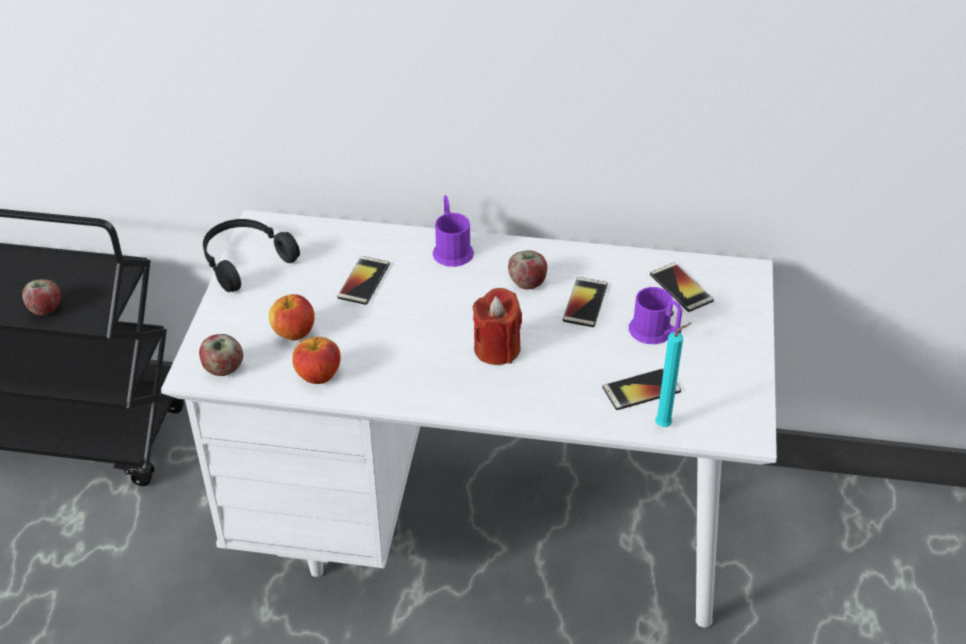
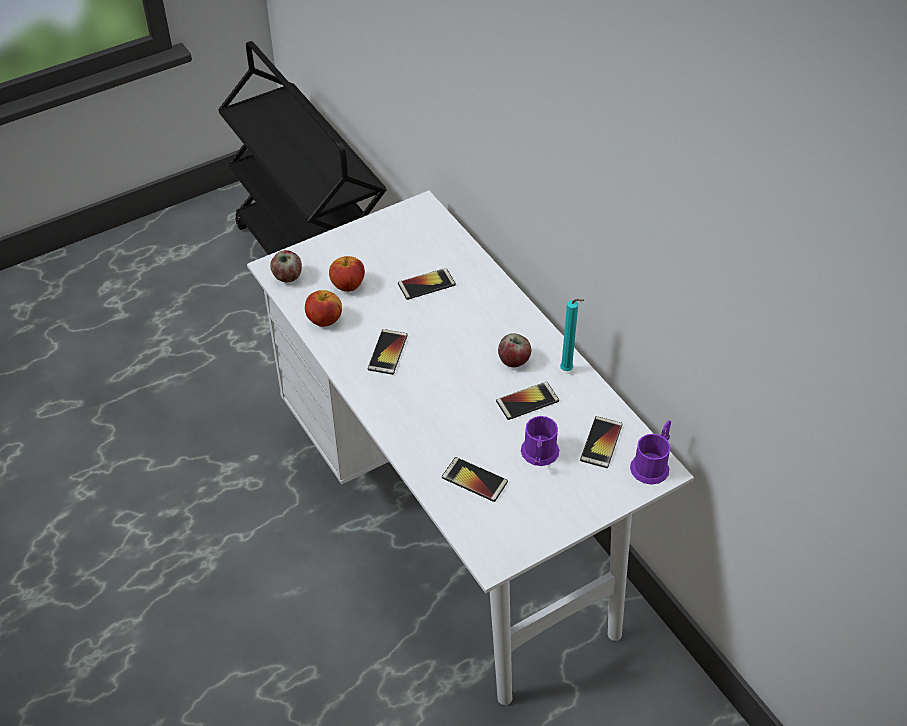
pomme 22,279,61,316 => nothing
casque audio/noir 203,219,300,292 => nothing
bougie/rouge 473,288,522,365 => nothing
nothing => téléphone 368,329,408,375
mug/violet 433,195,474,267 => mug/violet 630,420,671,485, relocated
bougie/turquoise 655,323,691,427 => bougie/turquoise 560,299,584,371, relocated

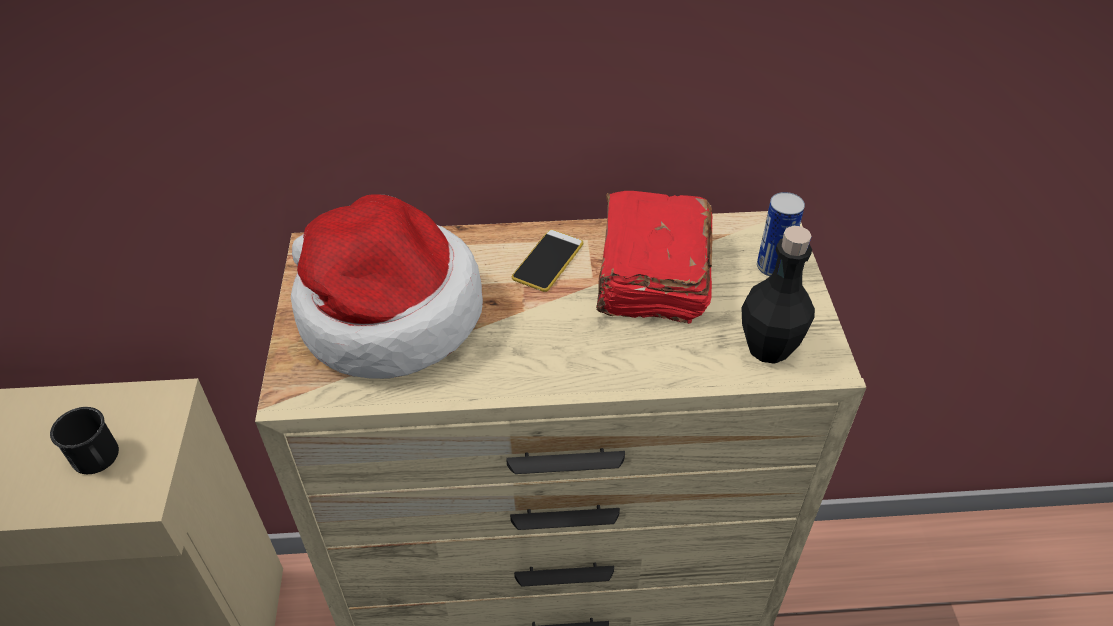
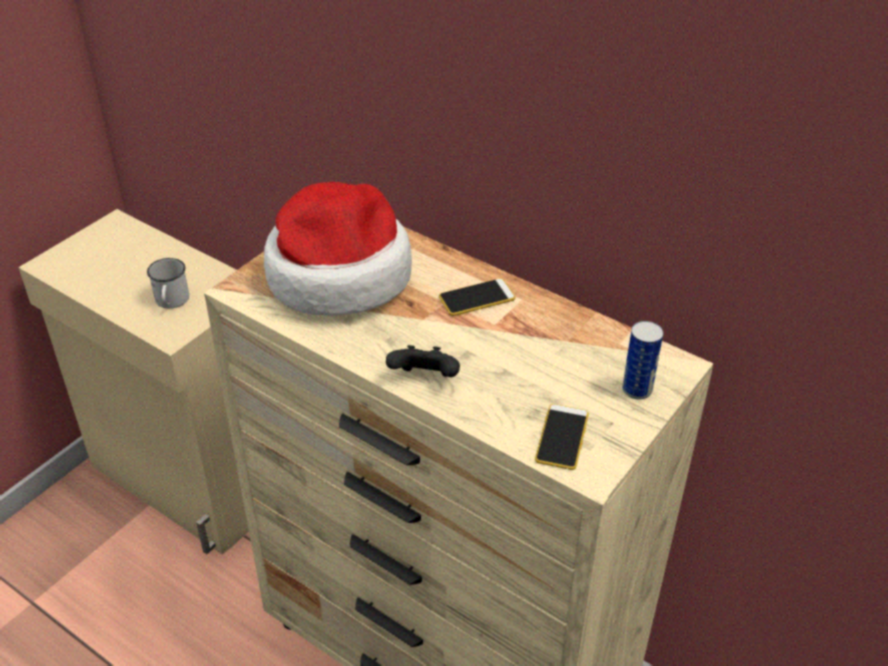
livre/rouge 596,191,713,324 => nothing
nothing => manette/noir 386,345,460,377
bouteille/noir 741,226,815,364 => téléphone 535,404,589,470
mug/noir 50,407,119,474 => mug/blanc 147,258,189,309

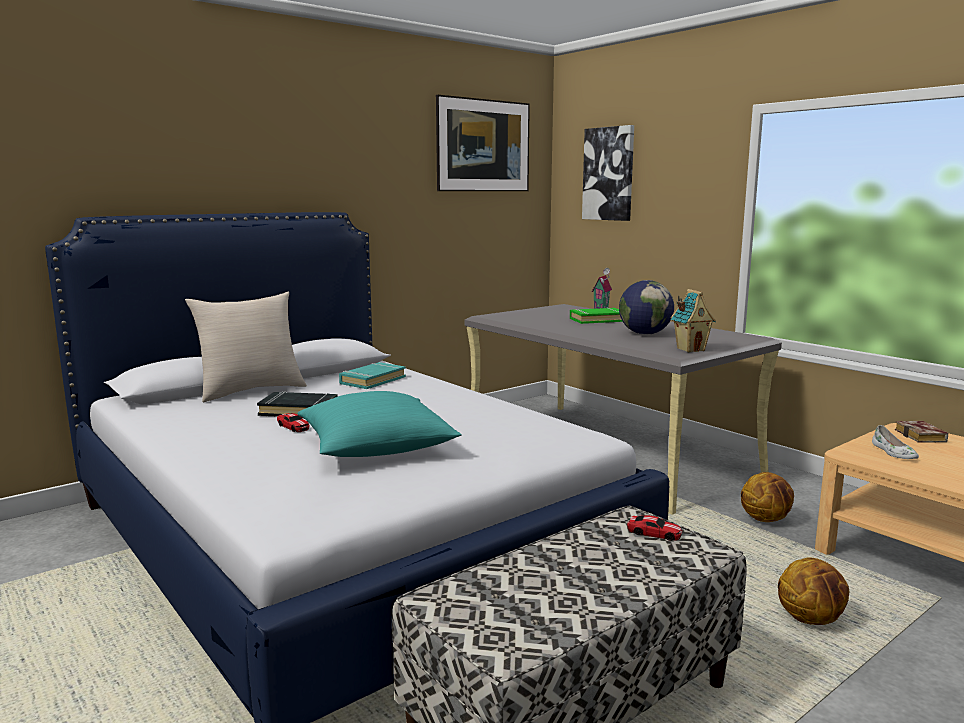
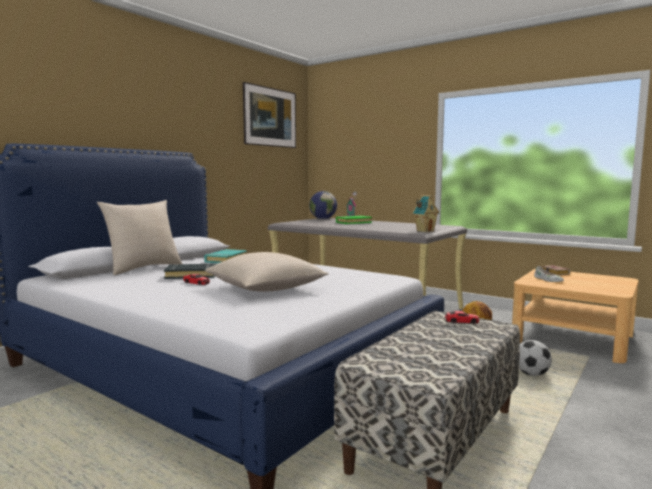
tableau 582,125,634,221 => nothing
globe 619,280,674,335 => globe 309,191,337,219, relocated
ballon de basket 778,557,849,625 => ballon de foot 519,340,552,376
coussin/turquoise 297,391,462,457 => coussin/beige 205,252,329,292

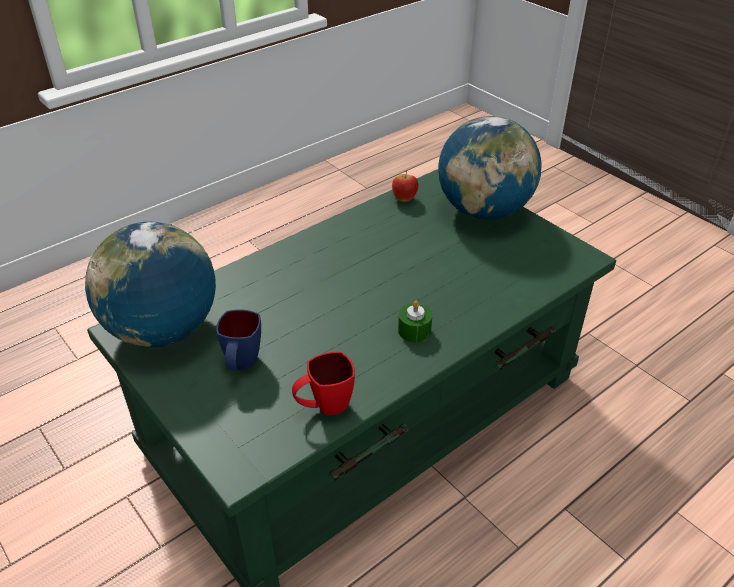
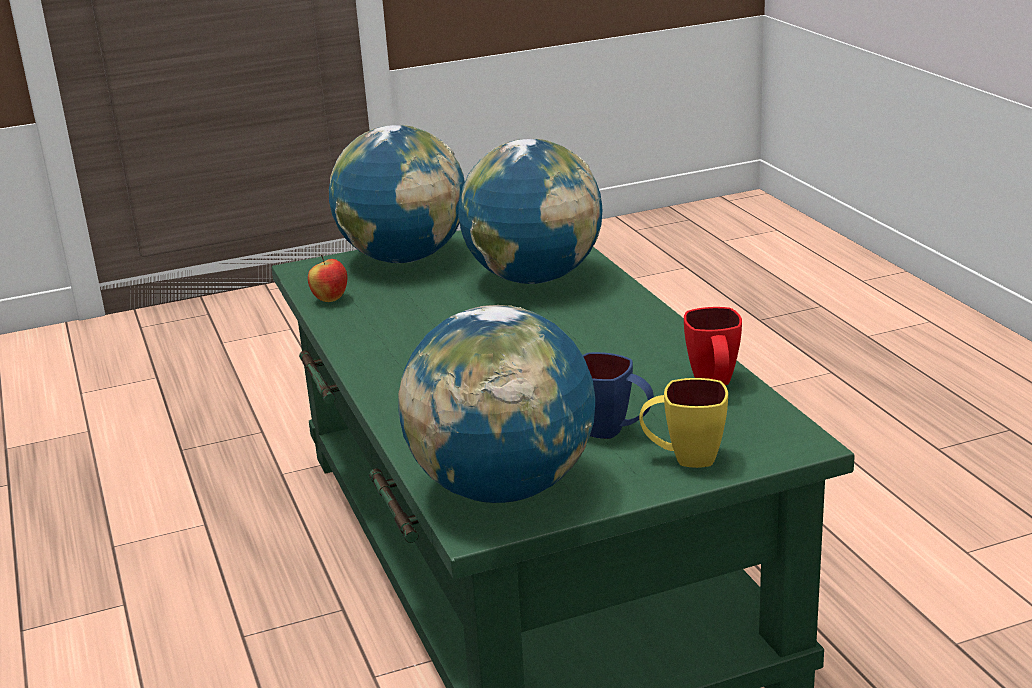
bougie/vert 398,301,432,342 => nothing
nothing => globe 458,139,602,284
nothing => mug/jaune 639,378,728,468

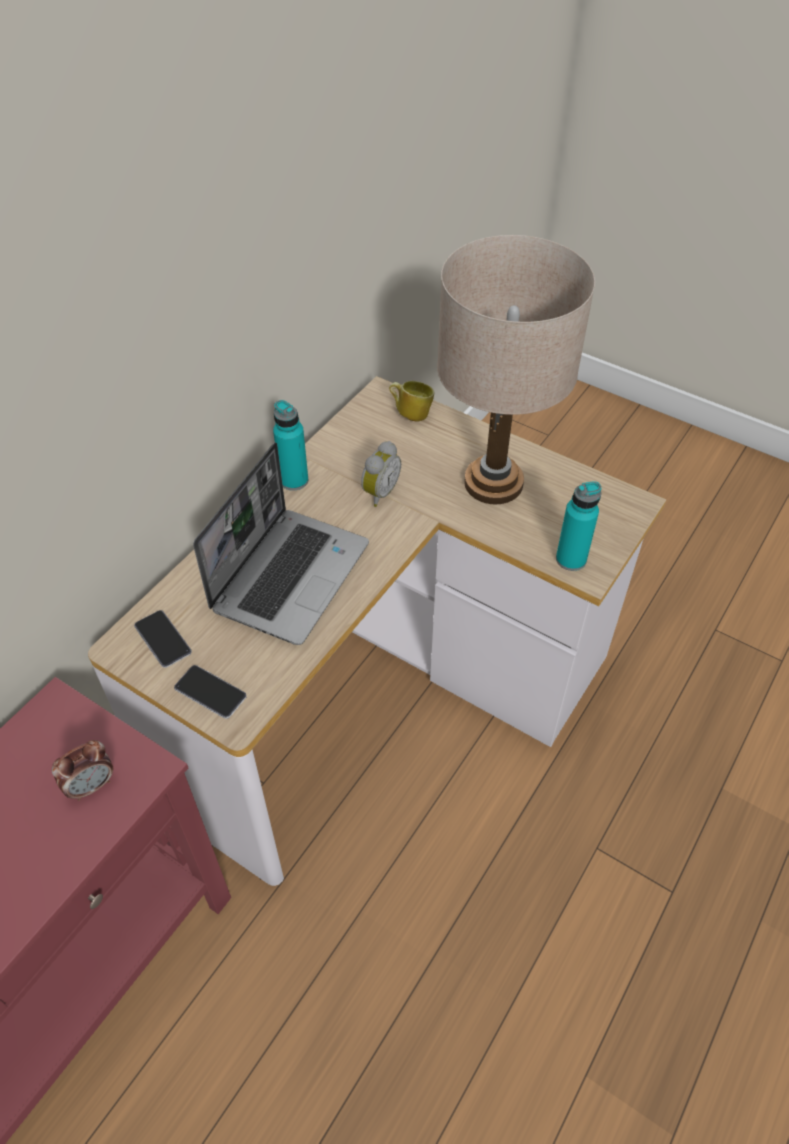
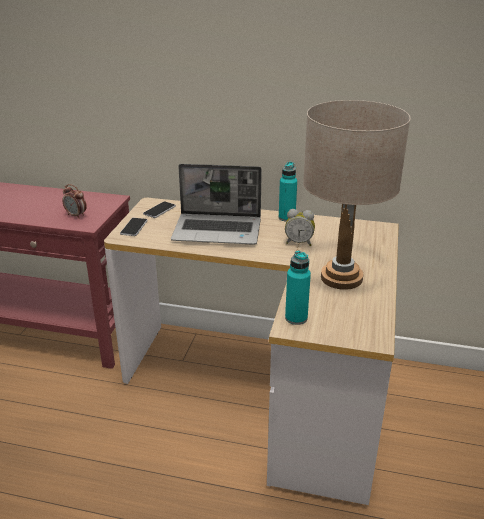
mug 389,381,435,421 => nothing

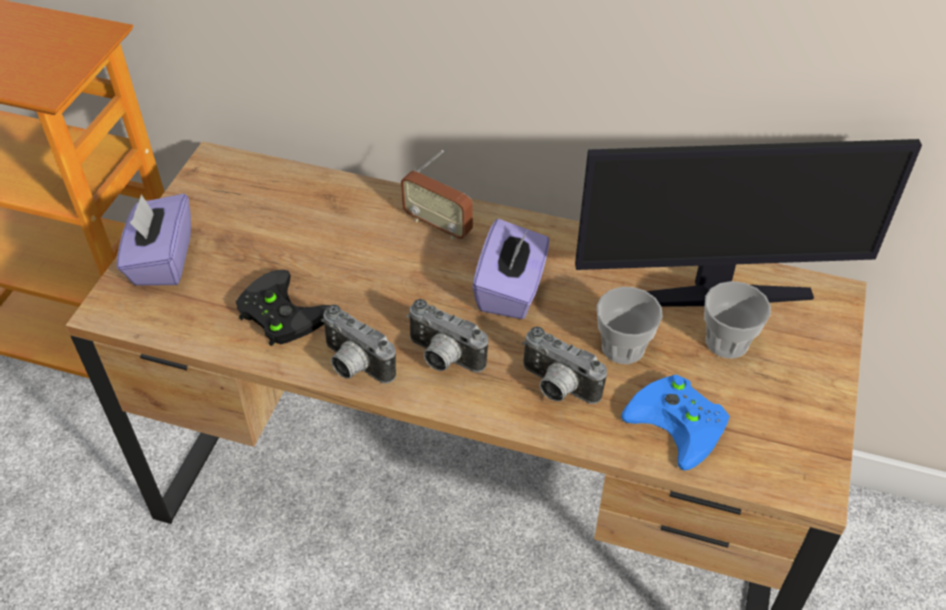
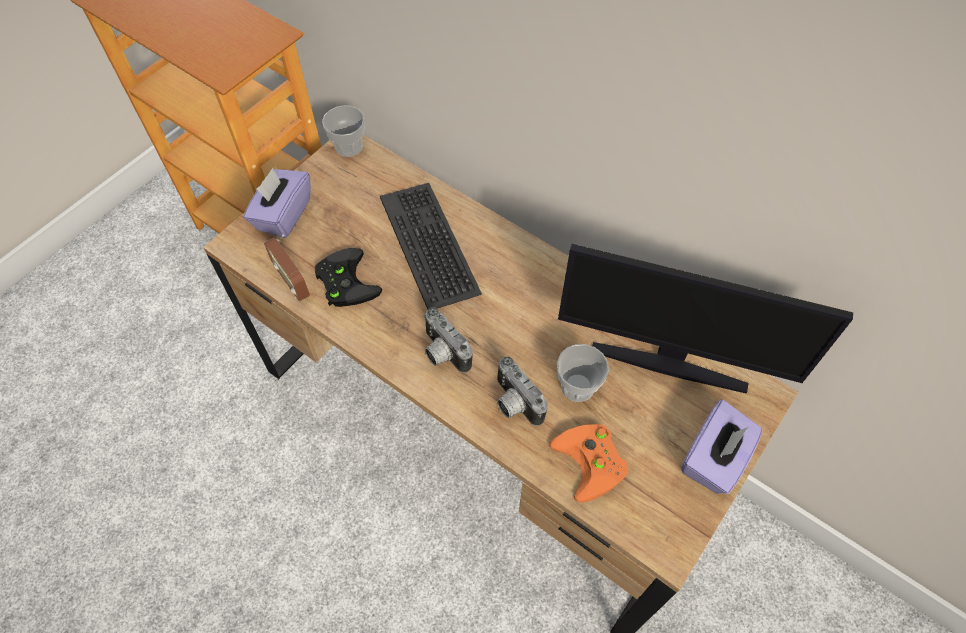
appareil photo 321,304,396,384 => nothing
nothing => clavier 380,183,482,309
radio 401,150,473,240 => radio 264,235,310,302, relocated
boîte à mouchoirs/violet 472,219,549,319 => boîte à mouchoirs/violet 682,400,762,494, relocated
tasse 704,281,771,359 => tasse 322,105,365,157, relocated
manette/bleu 621,375,730,470 => manette/orange 549,424,629,503

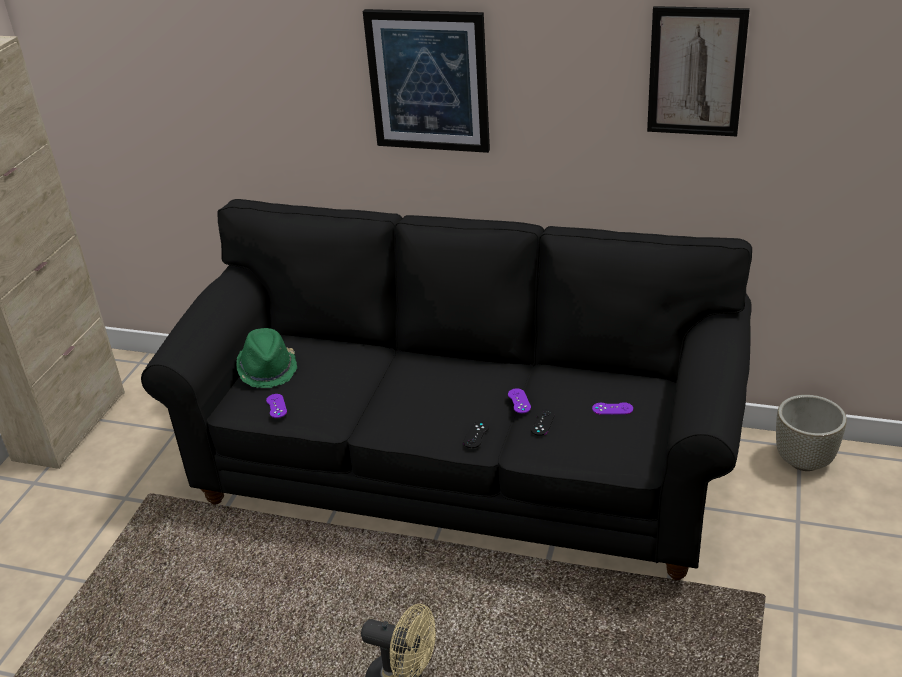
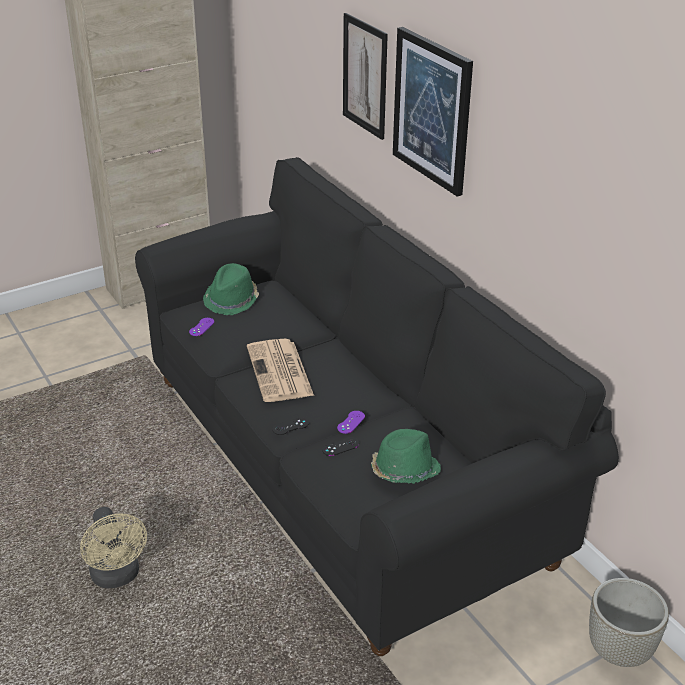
nothing => journal 247,339,314,402
tableau 647,6,750,136 => tableau 343,13,388,140, relocated
manette/violet 592,402,633,415 => chapeau/vert 371,429,441,484

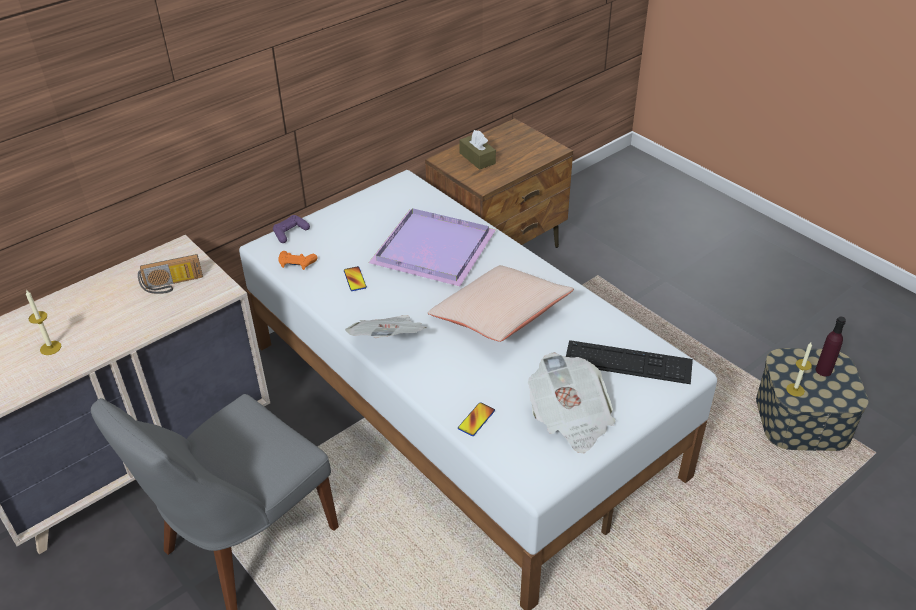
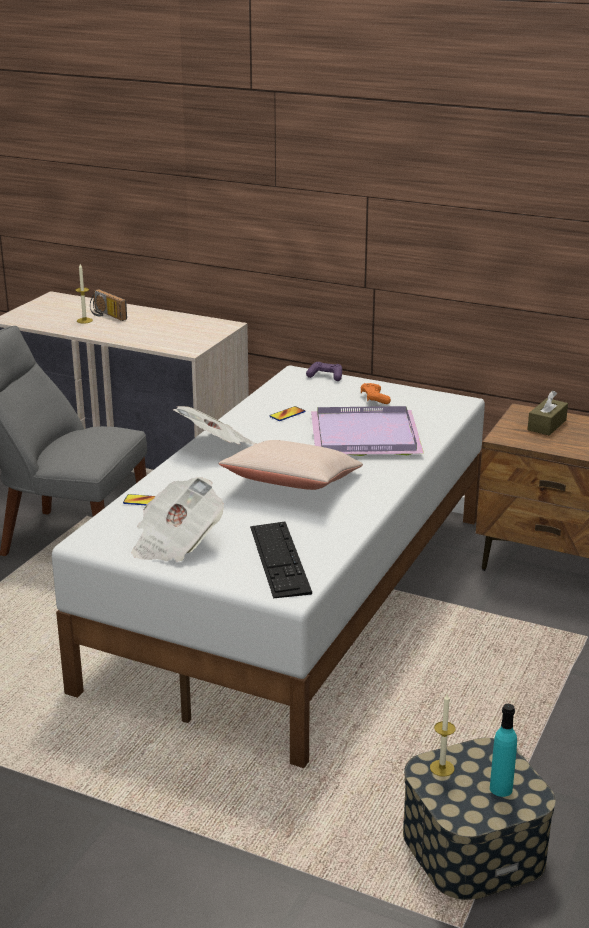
radio 138,254,203,294 => radio 90,289,127,321, relocated
manette/orange 278,251,317,270 => manette/orange 361,383,391,404, relocated
bouteille/violet 816,317,846,376 => bouteille/turquoise 490,704,517,797

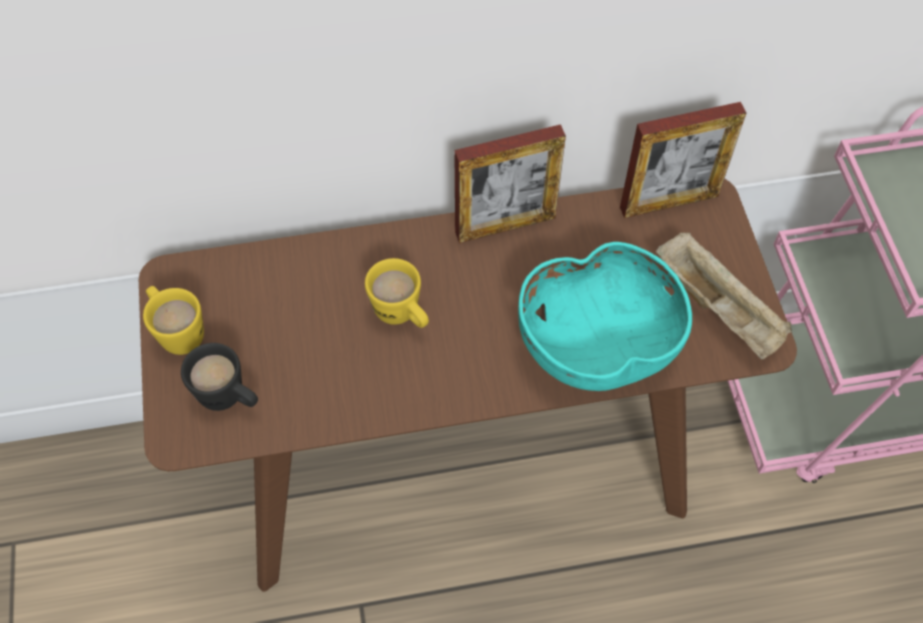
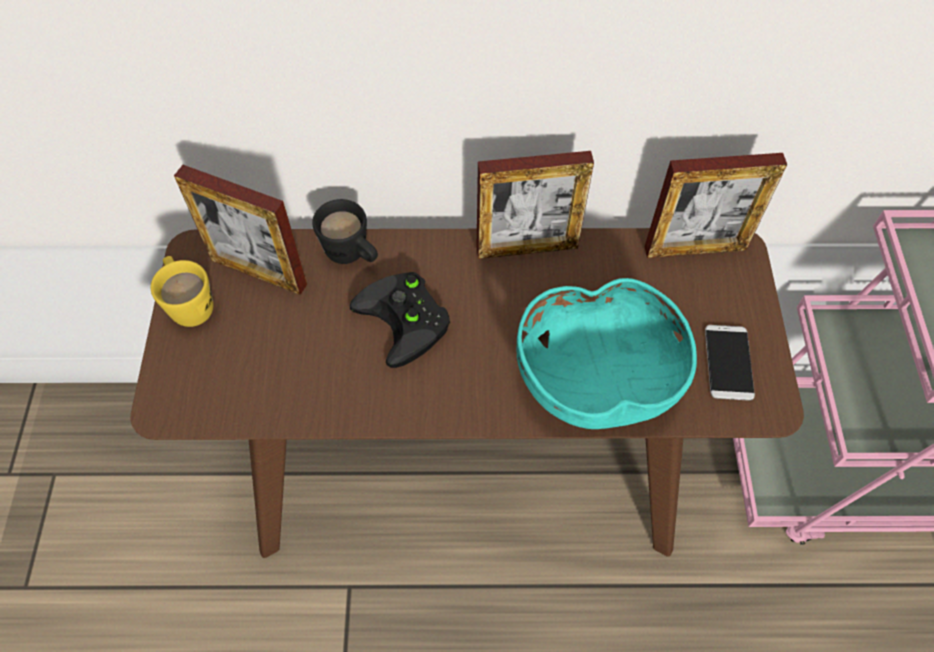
nothing => cadre photo 174,165,307,295
mug/noir 181,343,258,411 => mug/noir 312,199,378,264, relocated
mug/jaune 365,258,429,328 => manette/noir 350,272,450,368
plateau/beige 656,232,792,359 => téléphone 705,325,755,401

